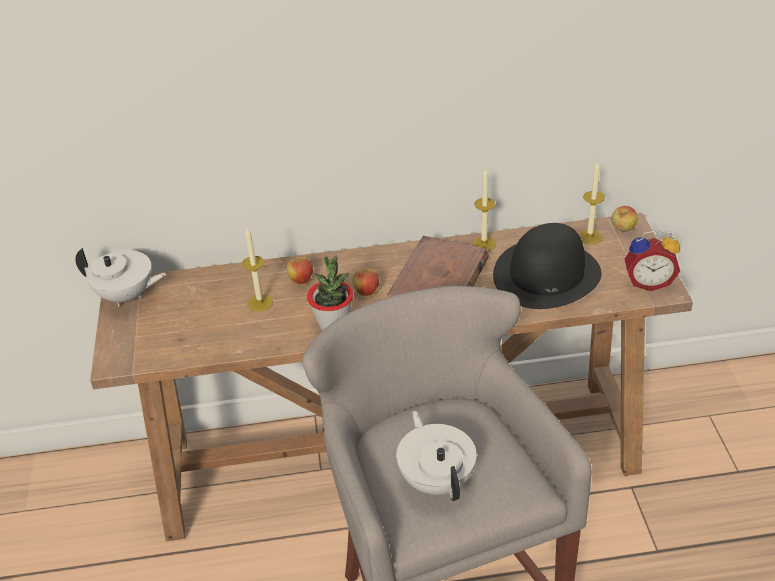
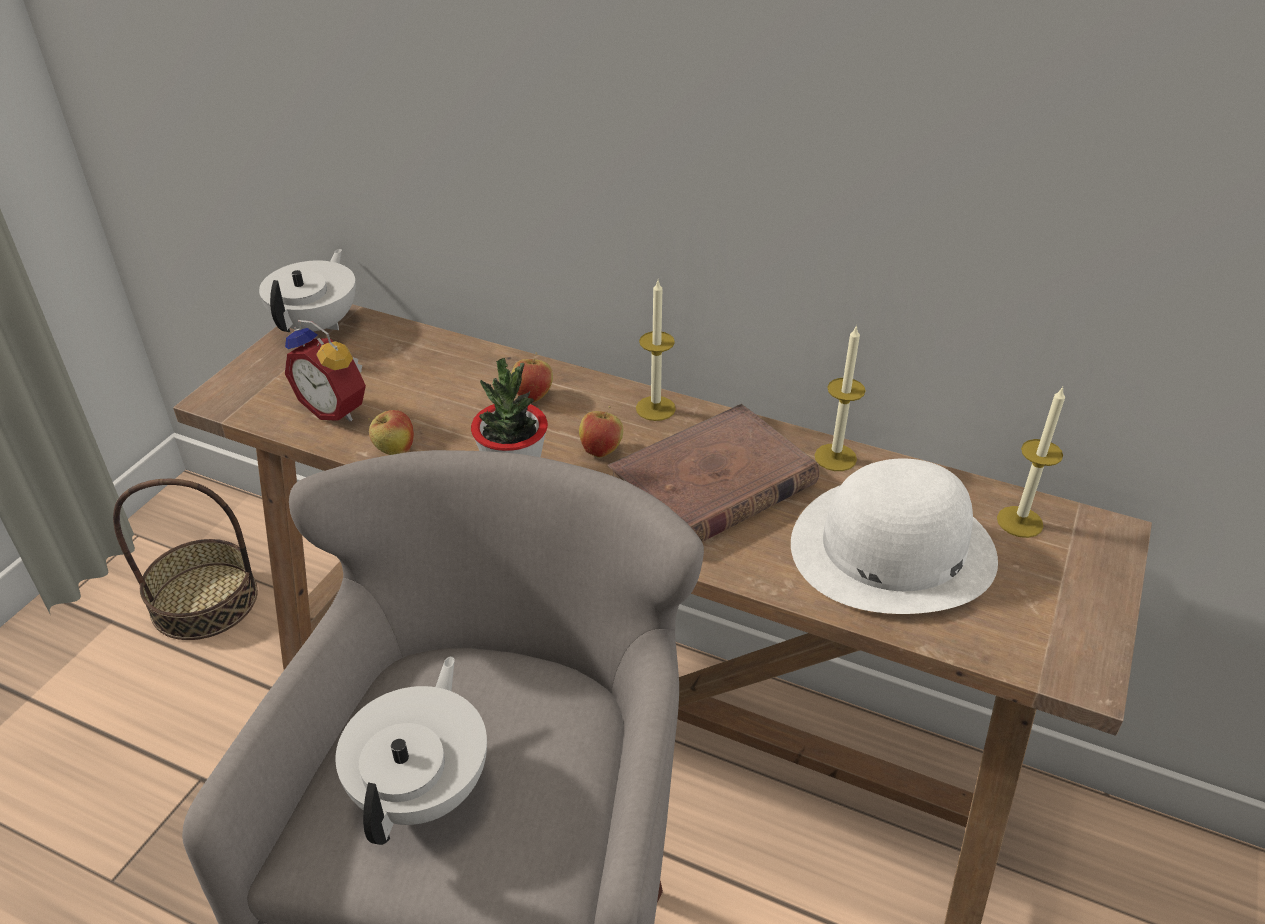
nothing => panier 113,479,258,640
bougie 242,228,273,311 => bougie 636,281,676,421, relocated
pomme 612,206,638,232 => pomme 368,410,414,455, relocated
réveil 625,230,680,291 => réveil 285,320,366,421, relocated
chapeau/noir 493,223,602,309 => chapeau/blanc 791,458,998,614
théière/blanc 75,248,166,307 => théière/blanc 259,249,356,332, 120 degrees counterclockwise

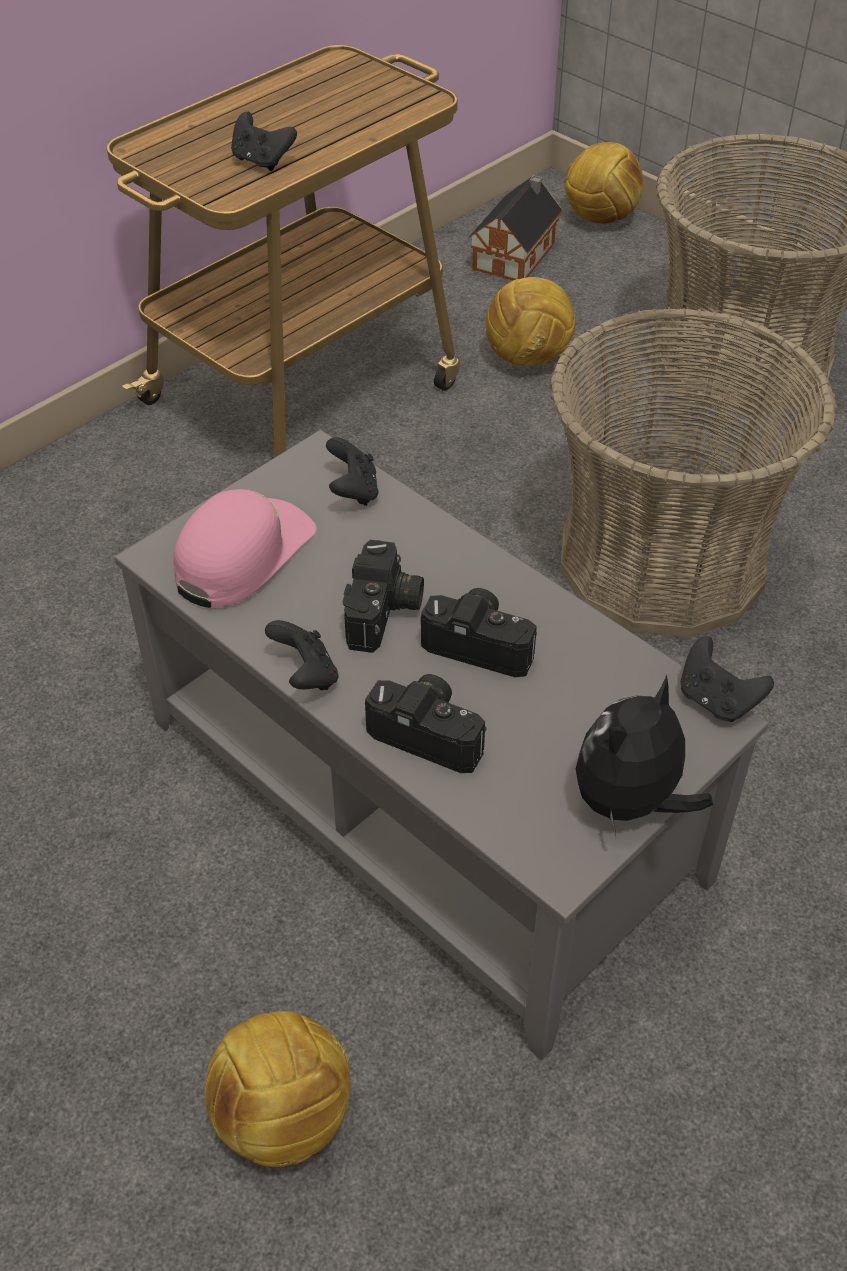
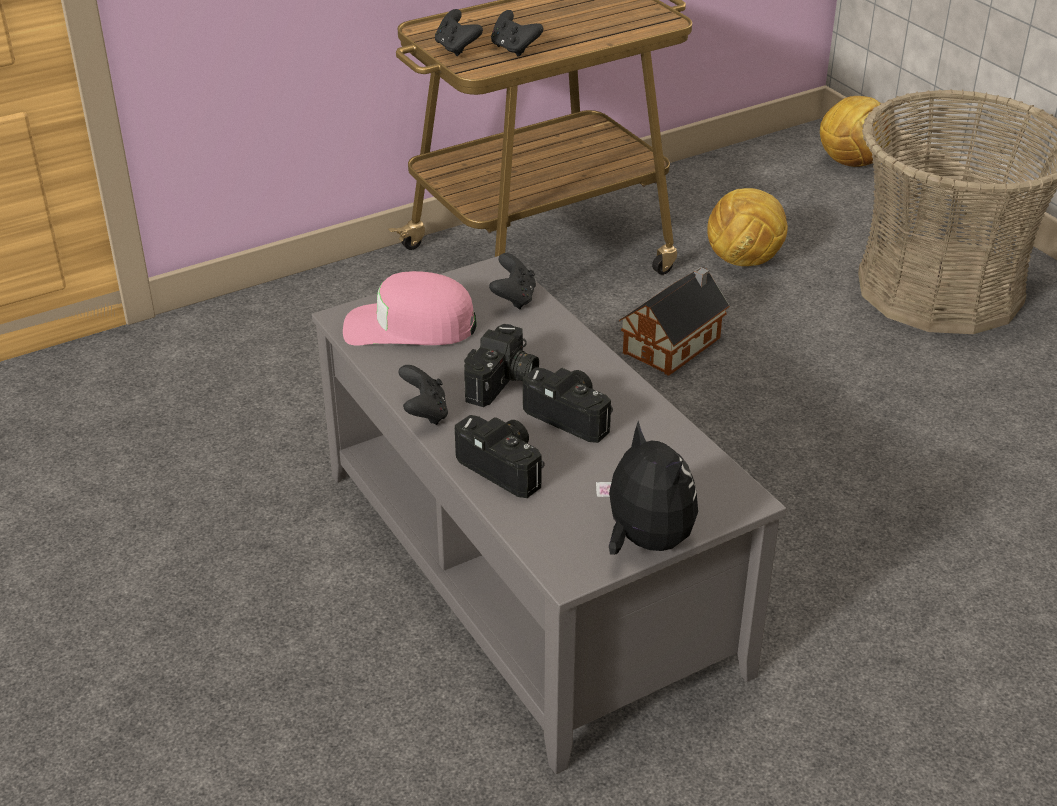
ballon de foot 205,1011,351,1167 => nothing
panier 550,308,837,638 => nothing
maison miniature 468,175,562,280 => maison miniature 619,267,730,376, relocated
manette/noir 681,636,774,722 => manette/noir 435,9,483,56, relocated
casquette/rose 174,489,316,608 => casquette/rose 343,271,477,345, 135 degrees counterclockwise
peluche 576,675,713,837 => peluche 596,421,698,555, 90 degrees clockwise

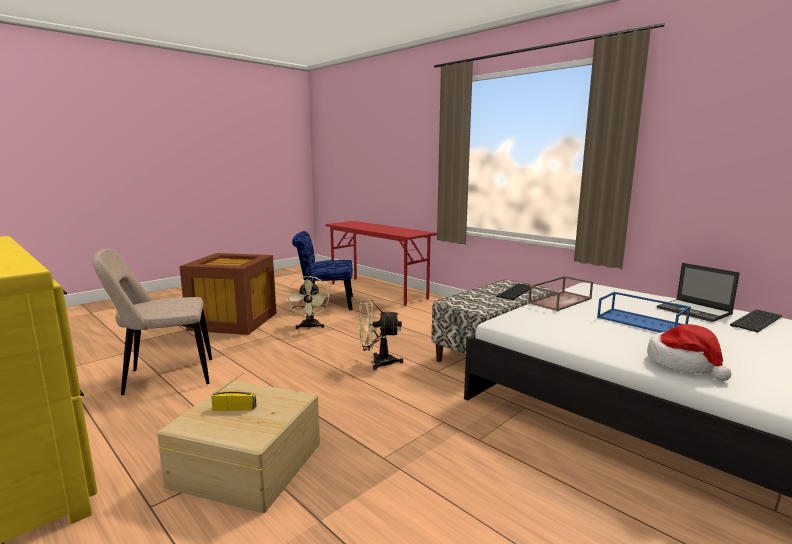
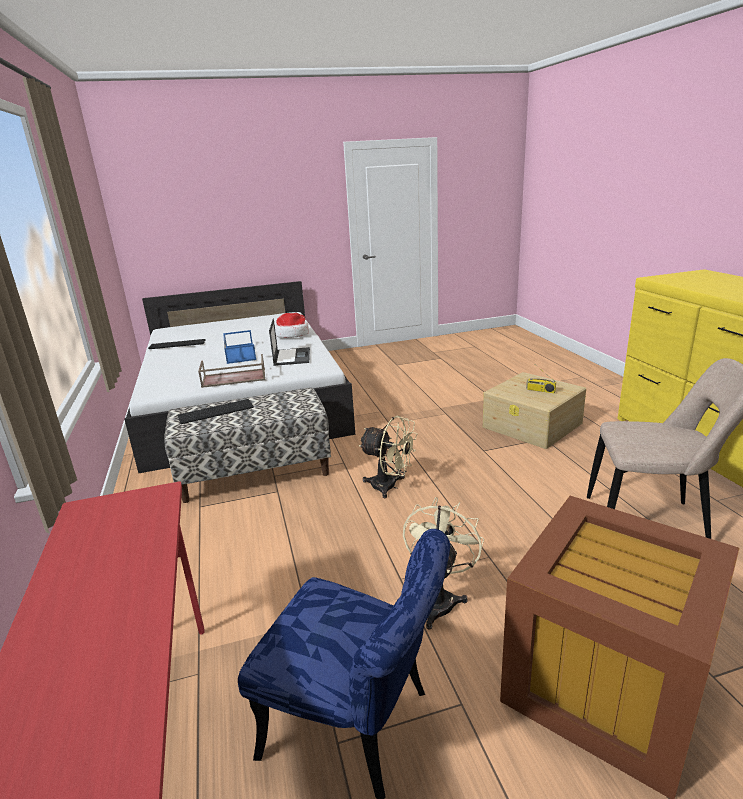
ordinateur portable 657,263,740,322 => ordinateur portable 269,318,310,366, relocated

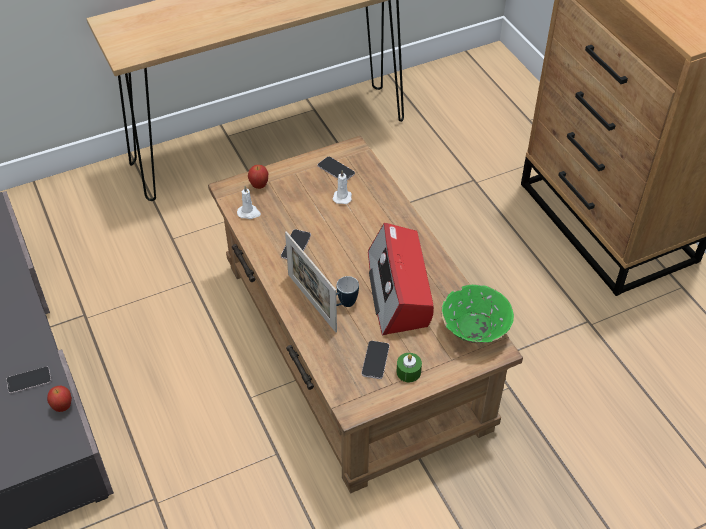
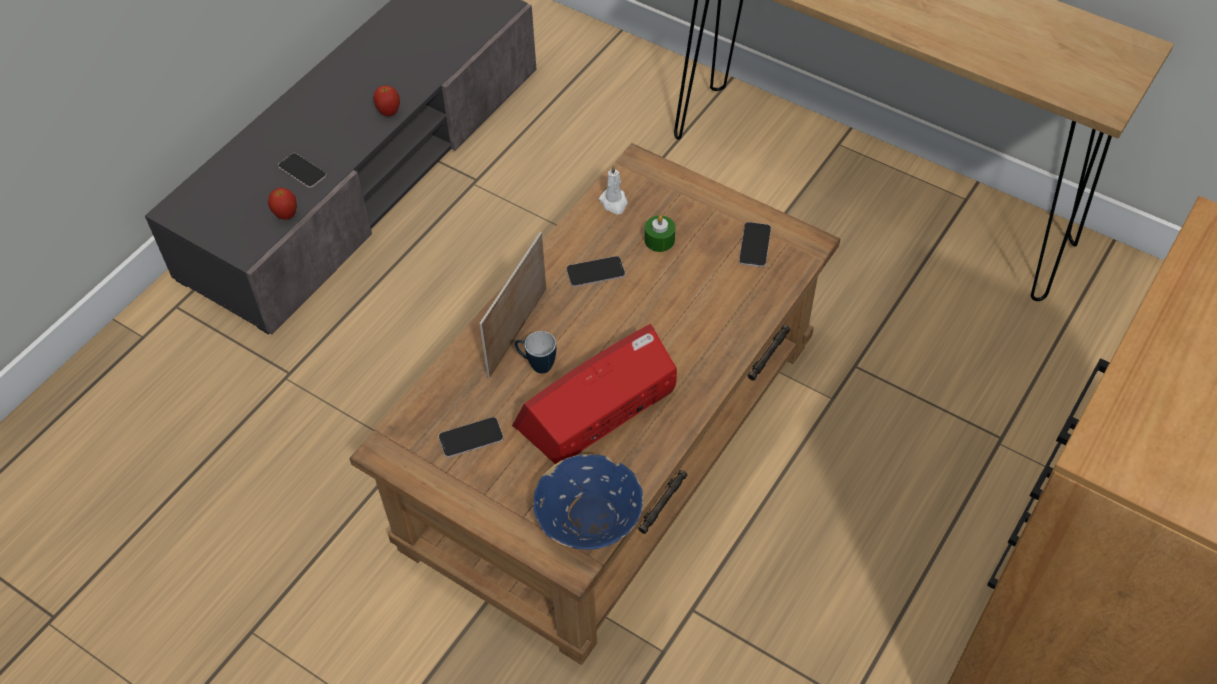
bougie/blanc 333,170,352,204 => nothing
pomme 248,165,268,189 => pomme 373,85,400,116, relocated
bougie/vert 397,353,422,382 => bougie/vert 645,215,675,252, relocated
bol/vert 441,284,514,343 => bol/bleu 533,454,644,550

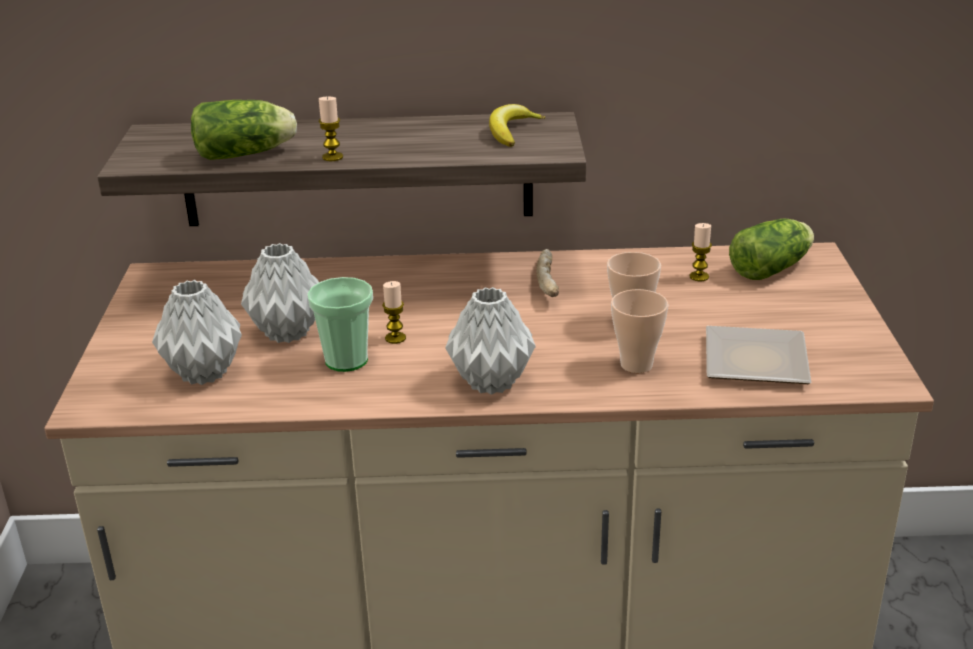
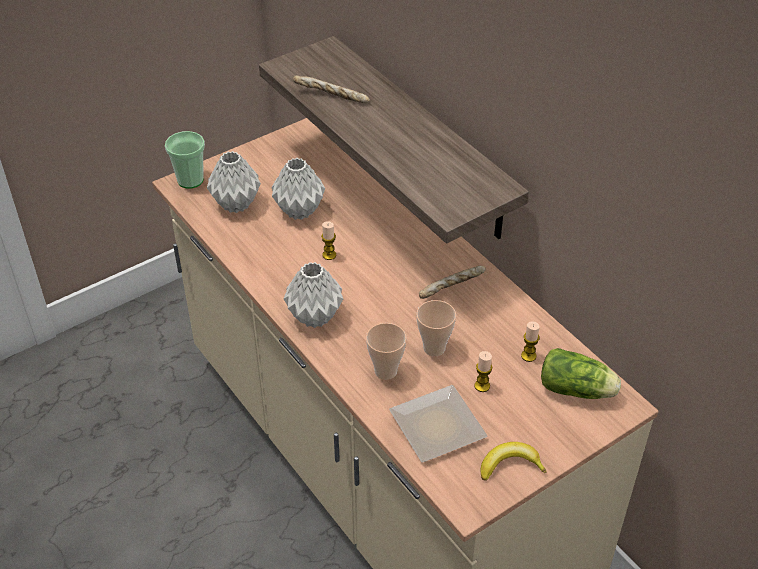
tasse 307,277,373,372 => tasse 165,131,205,189, relocated
bougie 319,97,343,161 => bougie 474,351,492,392, relocated
banane 489,104,546,147 => banane 481,442,546,481, relocated
laitue 191,100,297,160 => pain 293,76,370,103

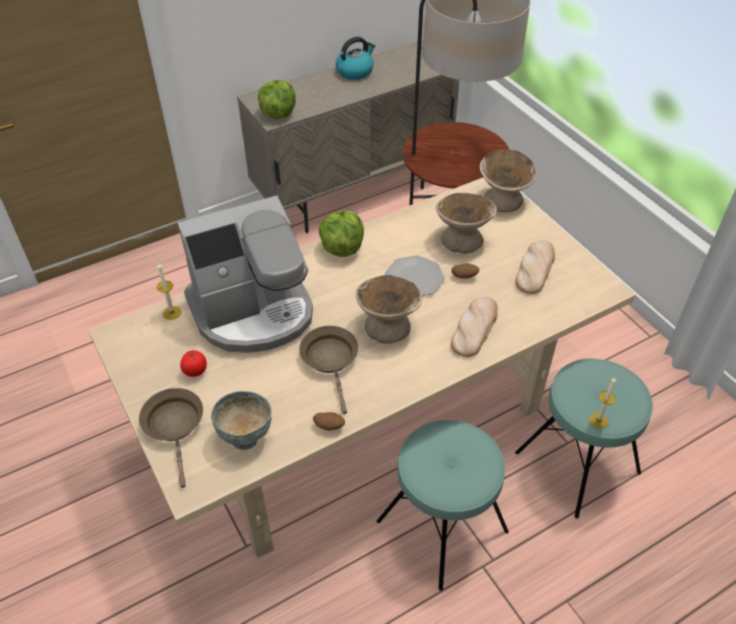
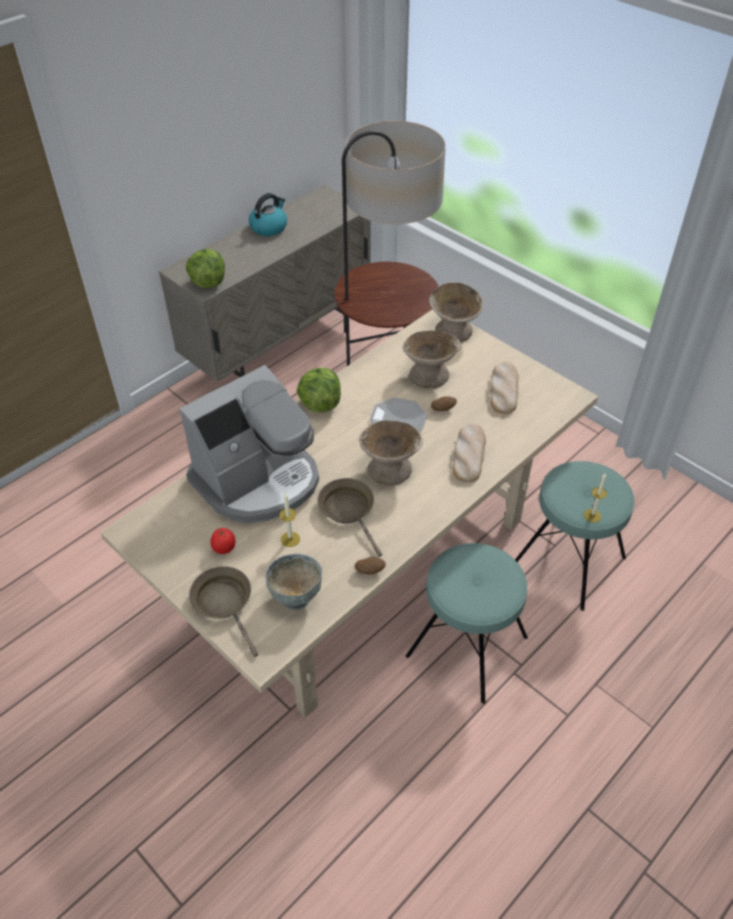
bougie 157,262,181,320 => bougie 279,493,300,547, relocated

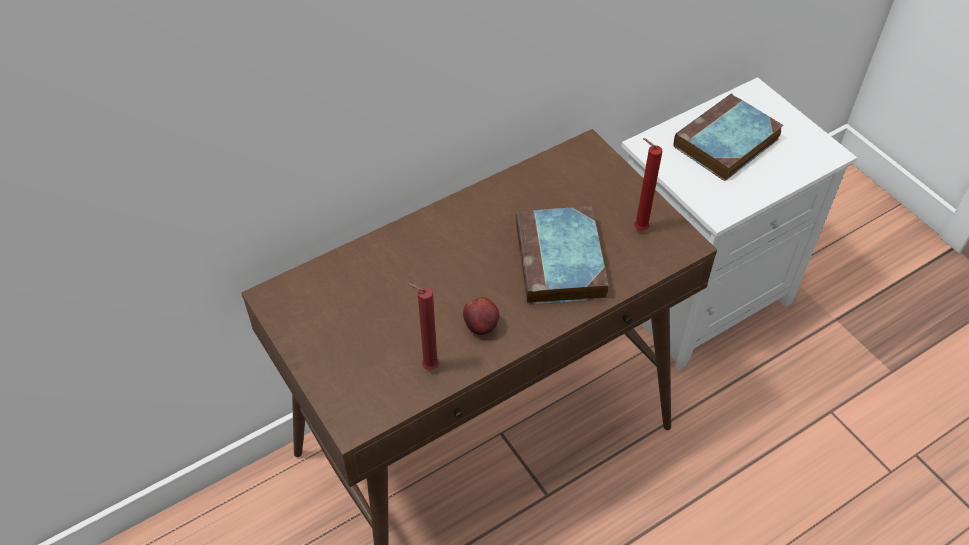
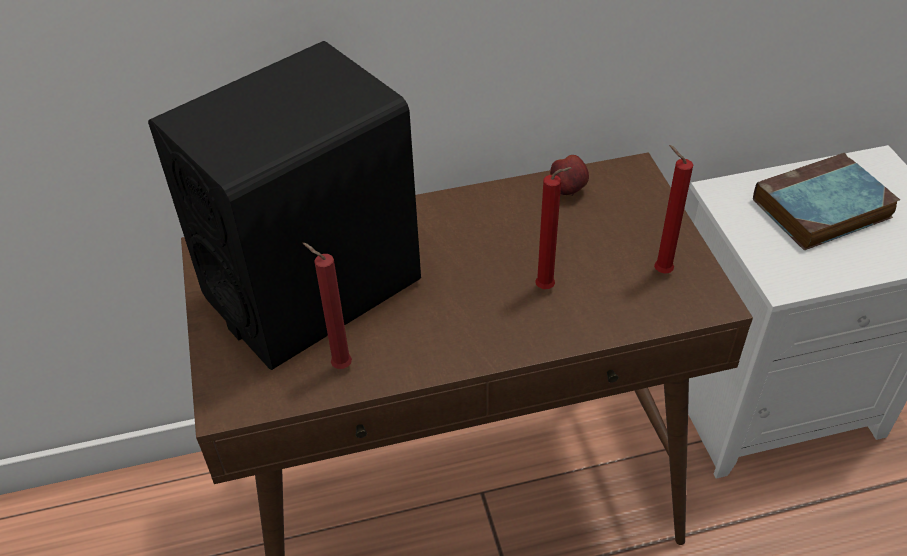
nothing => enceinte/noir 148,41,421,370
pomme 463,297,500,335 => pomme 550,155,589,196, relocated
livre 516,206,608,305 => bougie/rouge 535,167,572,289

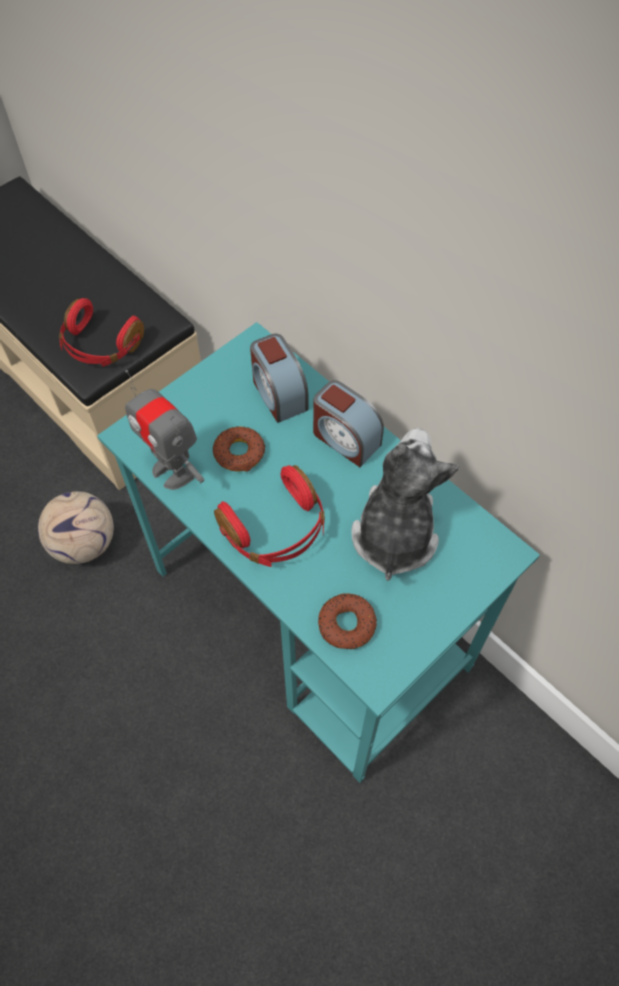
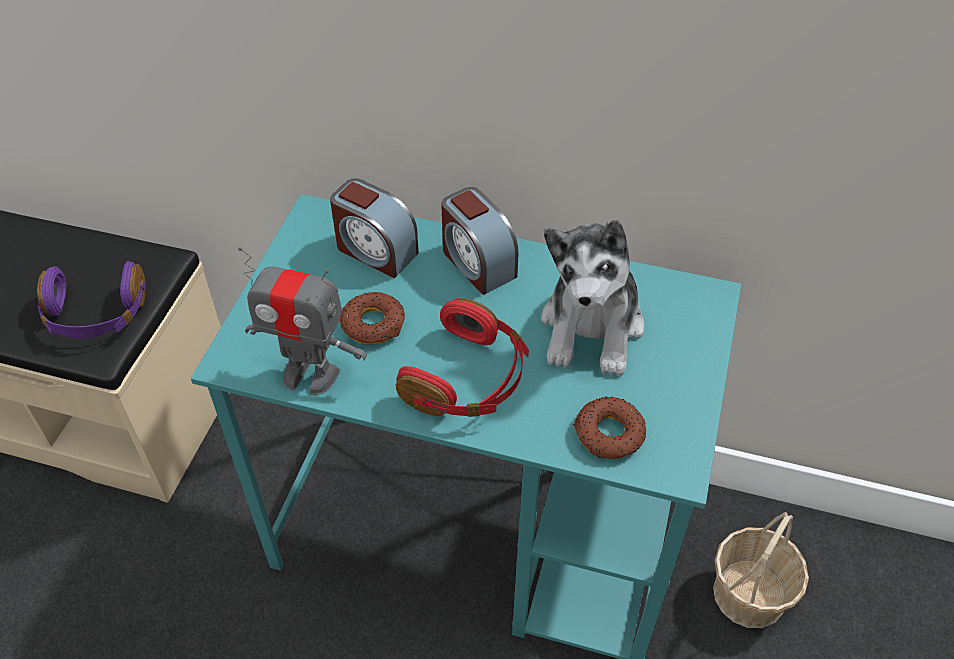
ballon de foot 38,491,114,564 => nothing
nothing => panier 713,512,809,628
casque audio/rouge 59,298,144,367 => casque audio/violet 37,261,146,339
réveil 313,380,384,467 => réveil 441,187,519,295, 45 degrees clockwise
peluche 351,428,459,581 => peluche 541,220,644,376, 150 degrees counterclockwise

